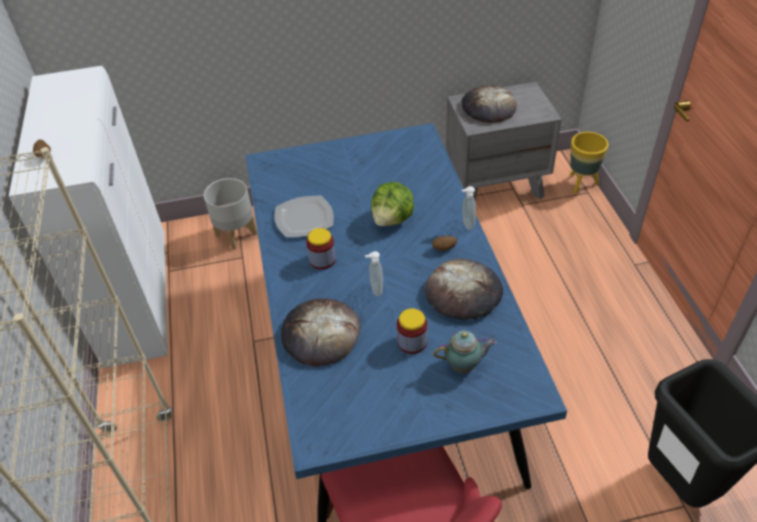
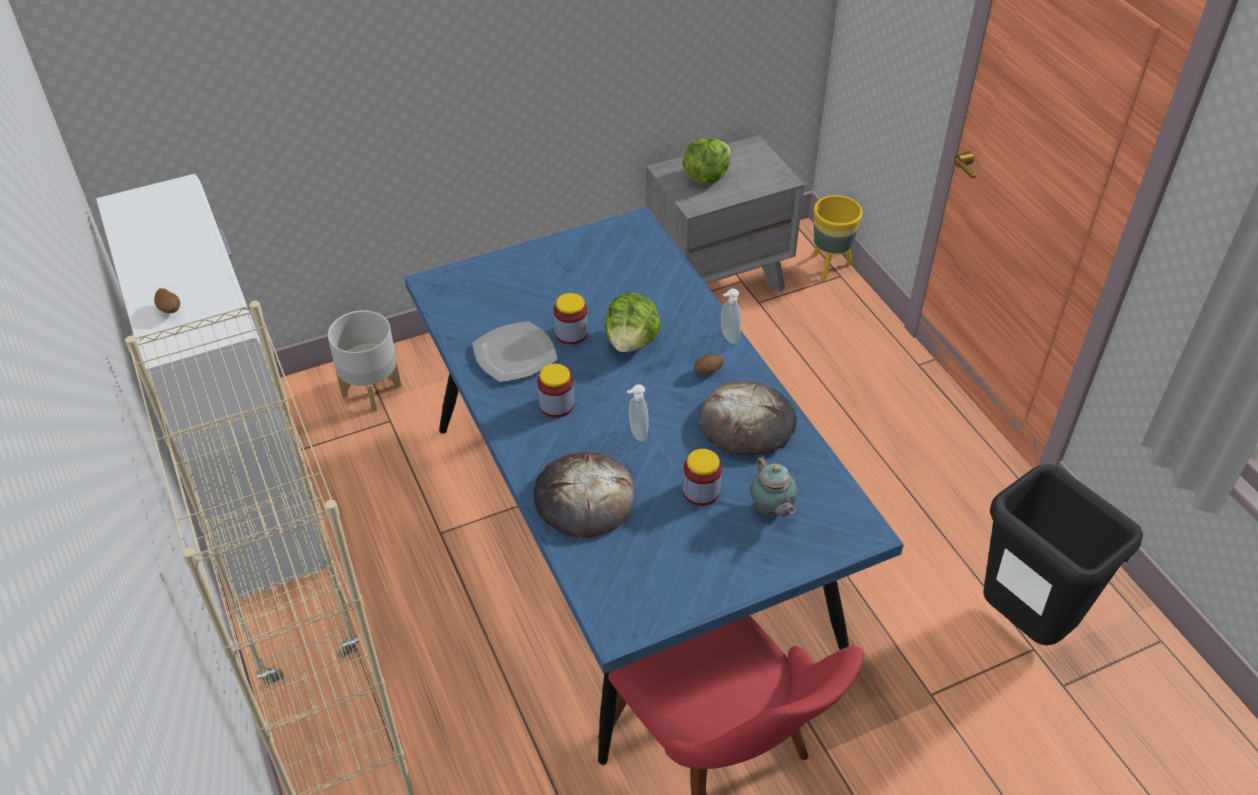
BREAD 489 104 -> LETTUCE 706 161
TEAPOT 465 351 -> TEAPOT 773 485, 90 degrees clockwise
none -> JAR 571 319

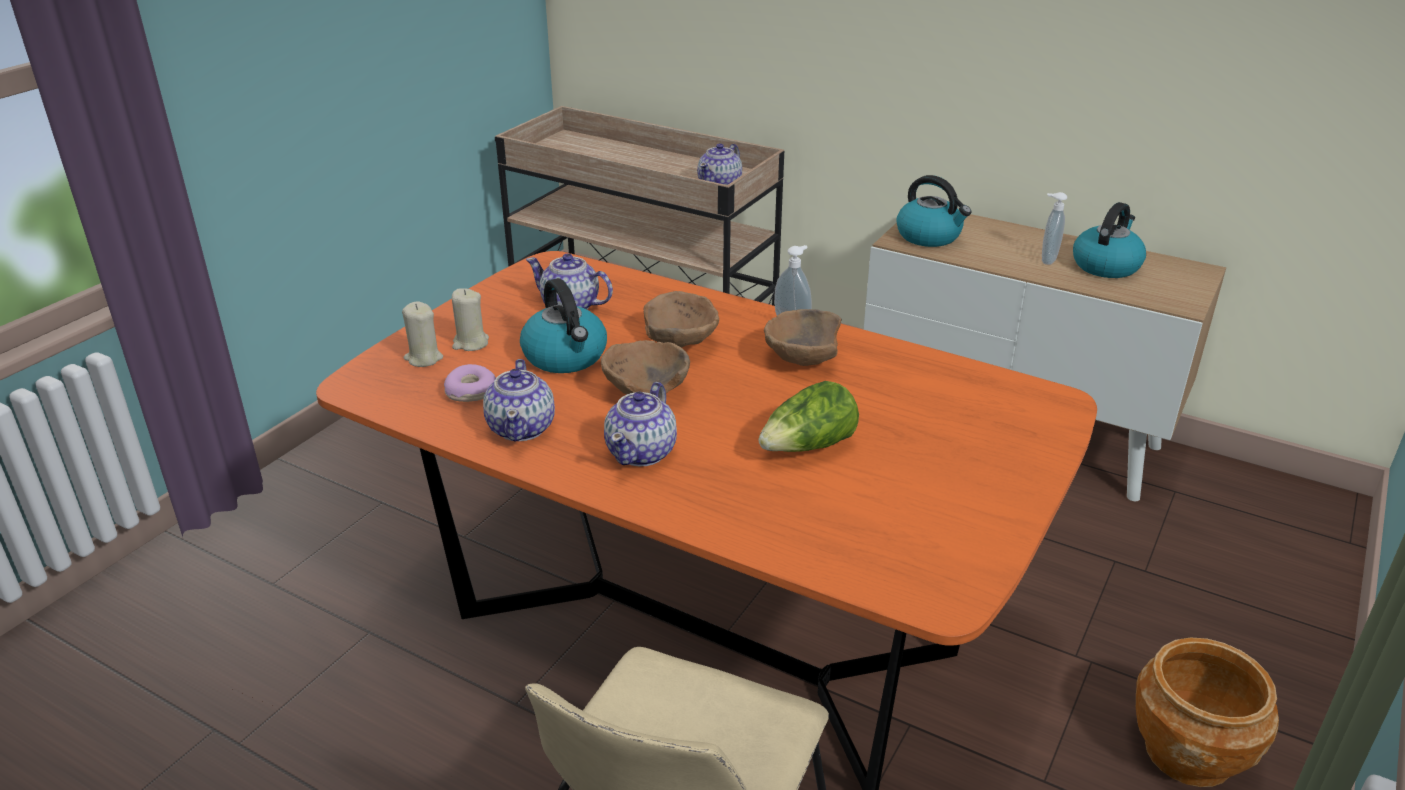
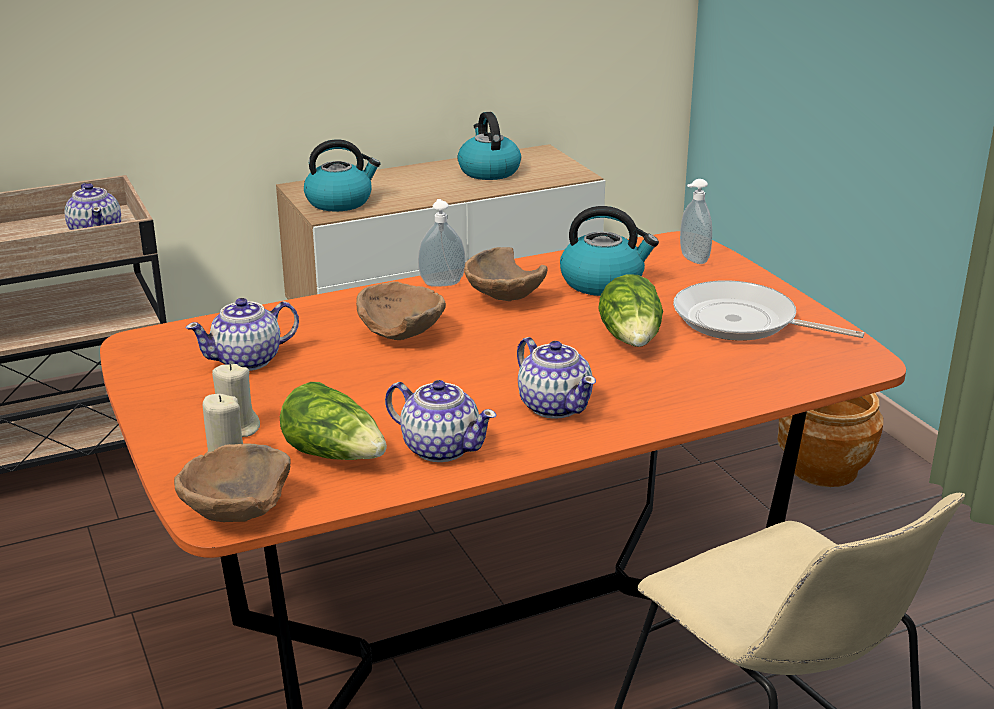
SOAP DISPENSER 1054 228 -> SOAP DISPENSER 696 221, relocated
KETTLE 563 325 -> KETTLE 609 251, relocated
BROWN BOWL 645 369 -> BROWN BOWL 232 482, relocated
DONUT 470 383 -> LETTUCE 333 421
none -> FRYING PAN 768 310

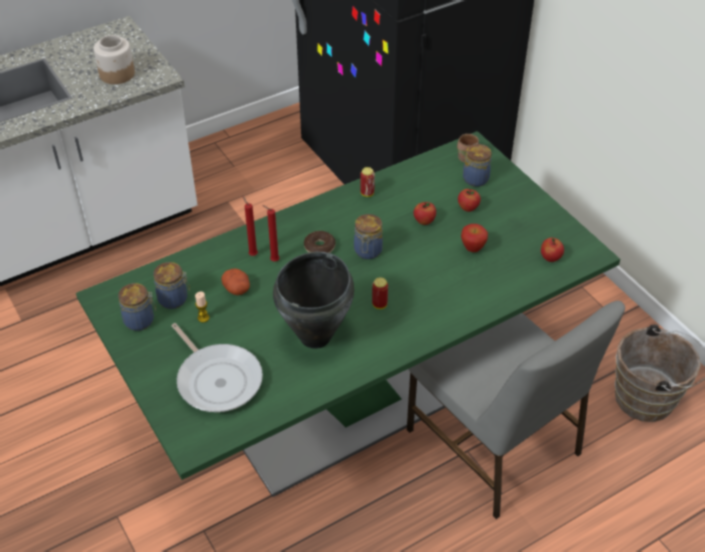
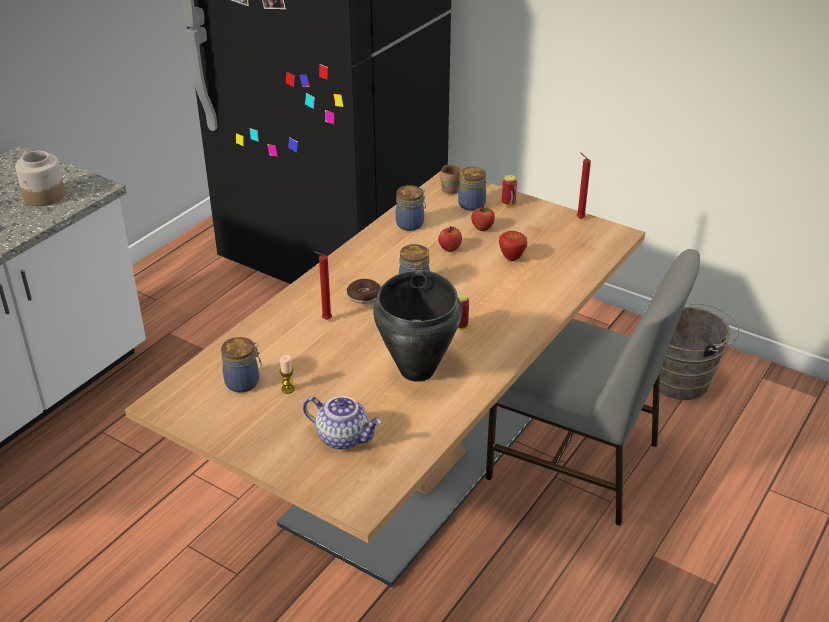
GREEN DINING TABLE 348 314 -> BEIGE DINING TABLE 385 379
CAN 367 182 -> CAN 509 191, relocated
RED CANDLE 250 226 -> RED CANDLE 584 185, relocated
APPLE 552 249 -> none
POTATO 235 281 -> none
JAR 137 307 -> JAR 411 208, relocated
FRYING PAN 217 367 -> TEAPOT 342 423

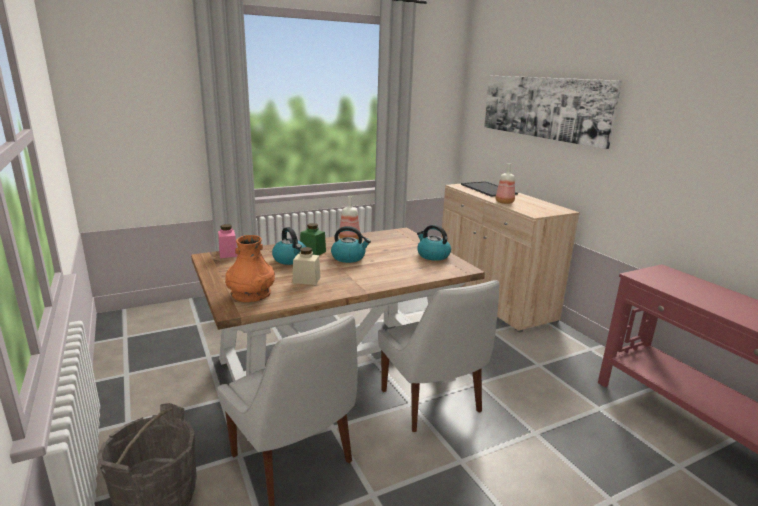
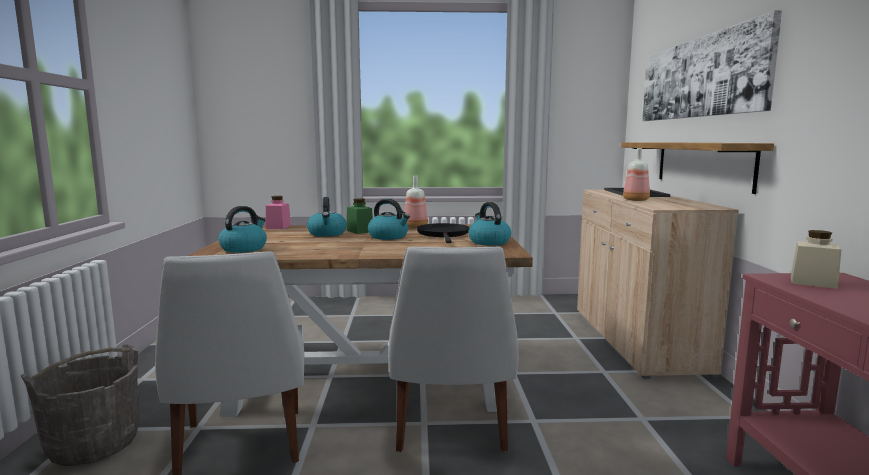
ORANGE VASE 250 268 -> KETTLE 242 229
BEIGE JAR 307 266 -> BEIGE JAR 816 259, relocated
none -> SHELF 697 168
none -> BLACK FRYING PAN 443 233

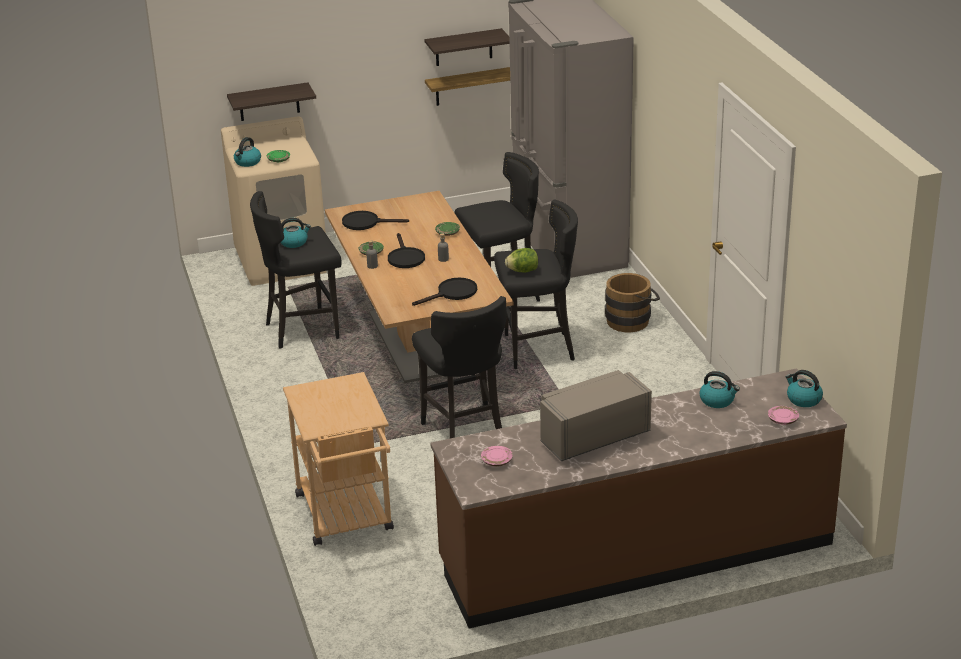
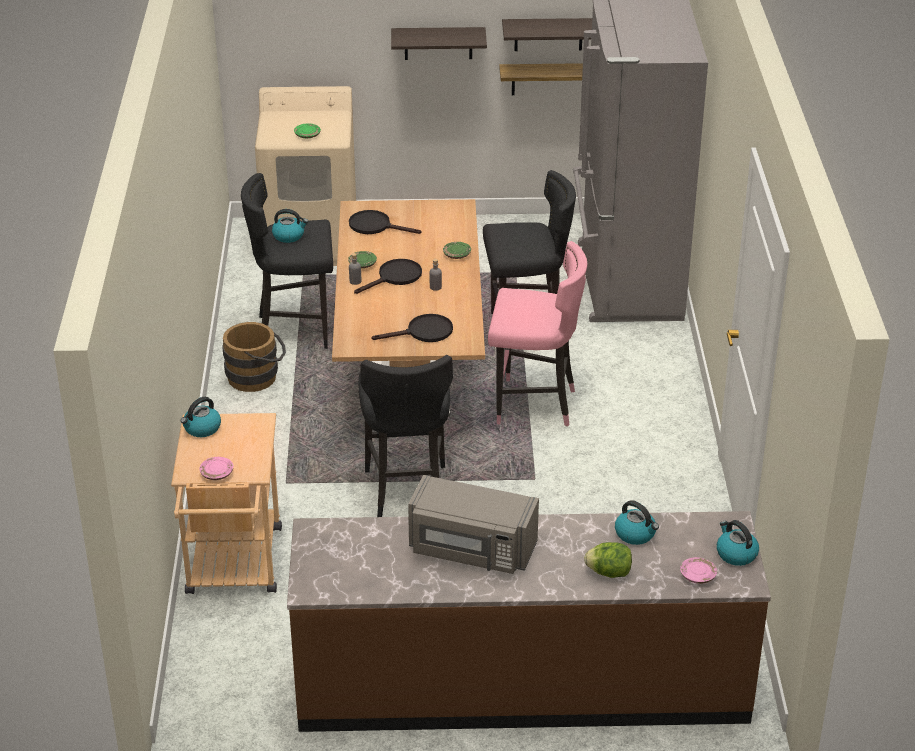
SHELF 271 101 -> SHELF 439 43, relocated
KETTLE 247 152 -> KETTLE 201 417, relocated
BLACK STOOL 536 284 -> PINK STOOL 537 334
BLACK FRYING PAN 406 250 -> BLACK FRYING PAN 388 276, 135 degrees counterclockwise
LETTUCE 521 260 -> LETTUCE 608 560, relocated
BROWN BUCKET 632 302 -> BROWN BUCKET 254 357, relocated
GREY MICROWAVE 596 415 -> GREY MICROWAVE 473 524, 150 degrees counterclockwise
PINK PLATE 497 456 -> PINK PLATE 216 468, relocated

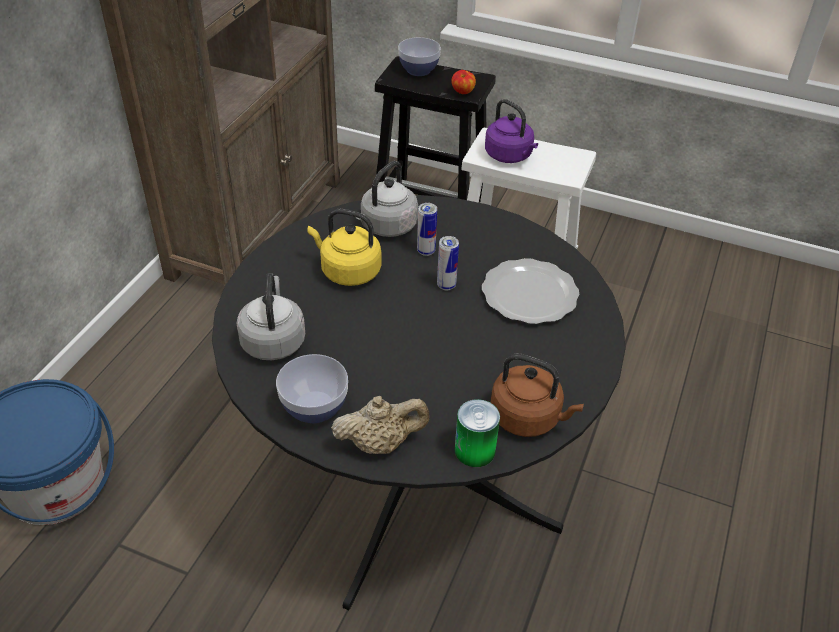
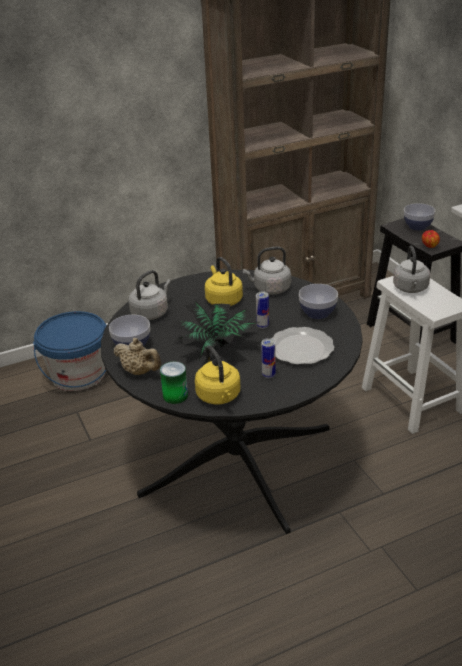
PURPLE KETTLE 511 131 -> GREY KETTLE 411 269
CAN 427 229 -> CAN 268 358, relocated
BROWN KETTLE 537 395 -> YELLOW KETTLE 217 375
none -> BOWL 318 301
none -> POTTED PLANT 215 330

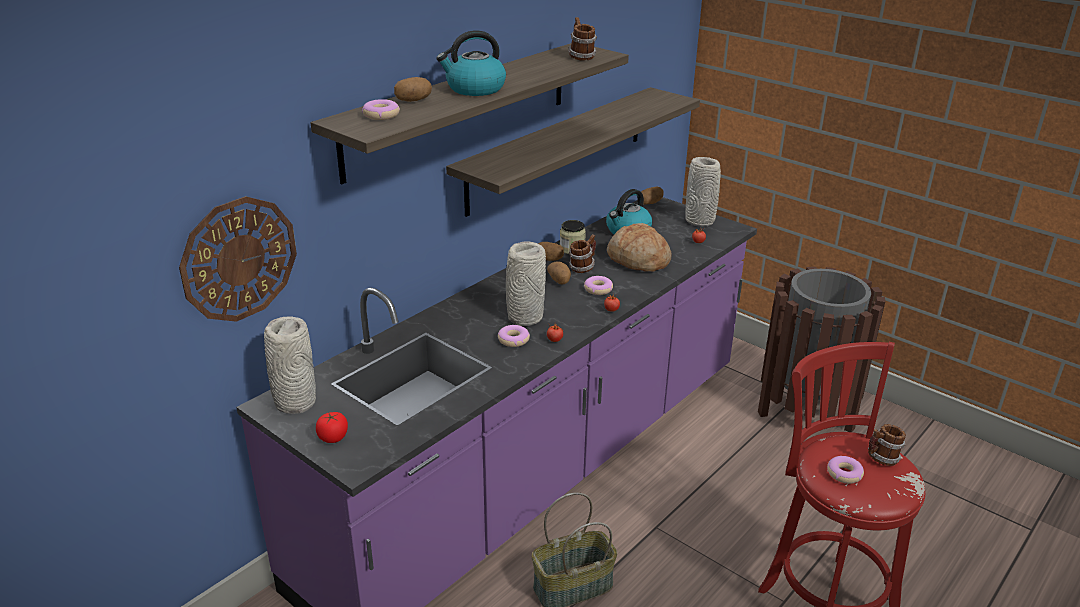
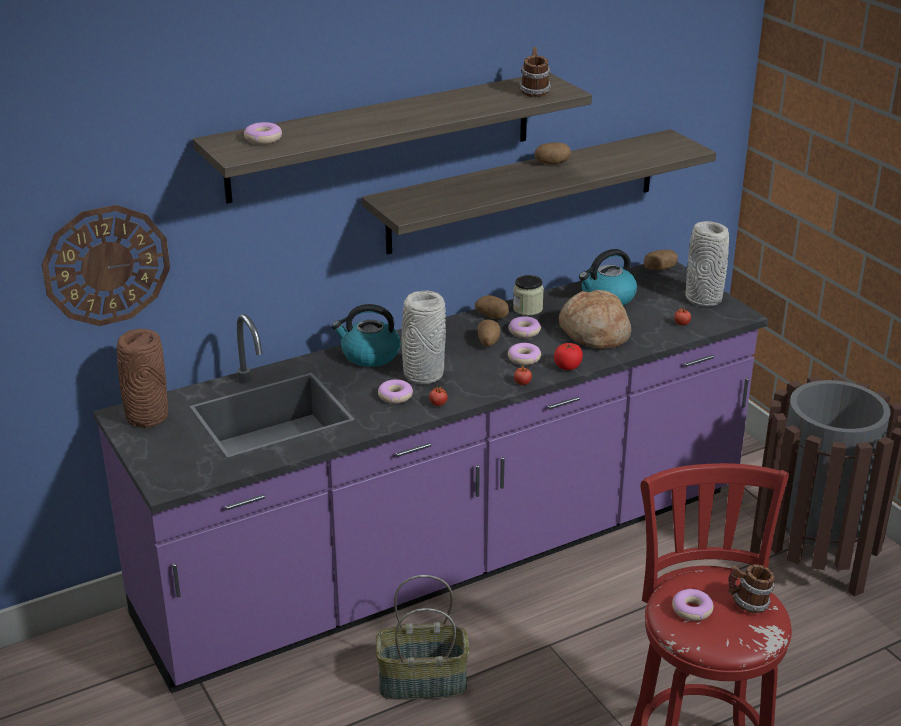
KETTLE 471 63 -> KETTLE 366 335, relocated
POTATO 413 89 -> POTATO 553 153, relocated
MUG 582 253 -> DONUT 525 327
GREY VASE 290 365 -> BROWN VASE 142 378
TOMATO 332 427 -> TOMATO 568 356, relocated

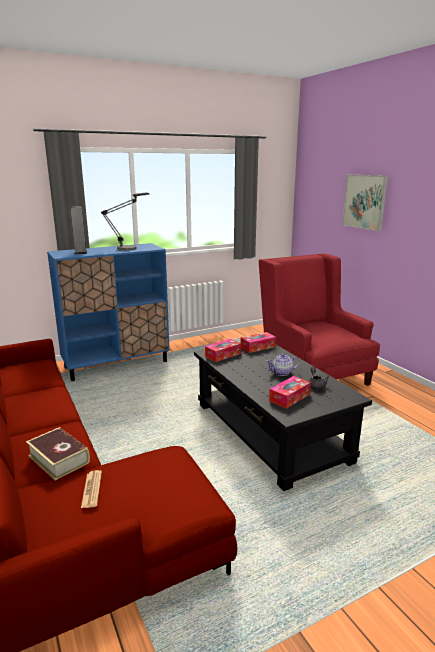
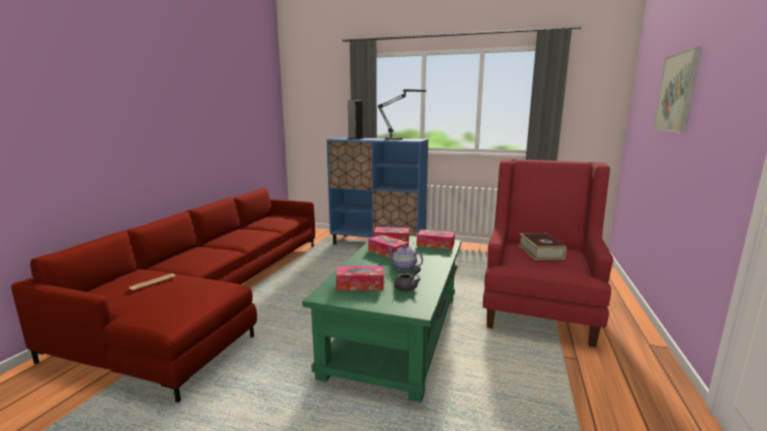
BLACK COFFEE TABLE 283 416 -> GREEN COFFEE TABLE 381 319
BOOK 58 453 -> BOOK 542 246, relocated
none -> TISSUE BOX 388 246

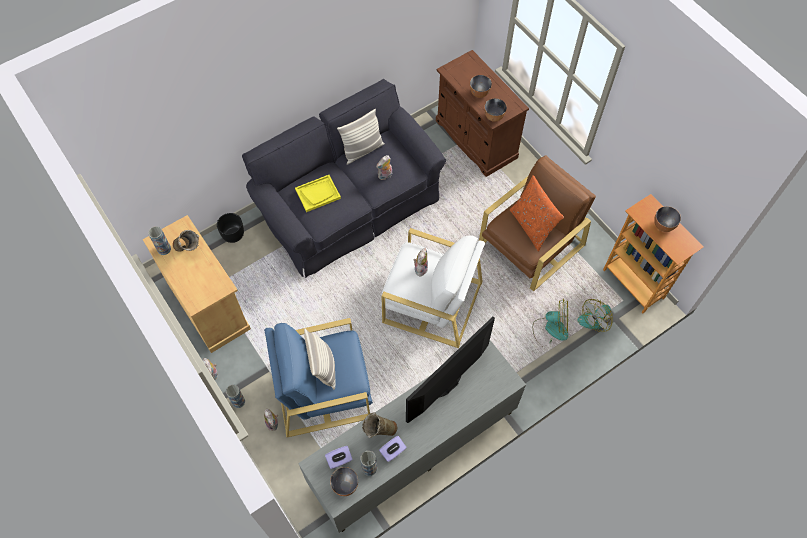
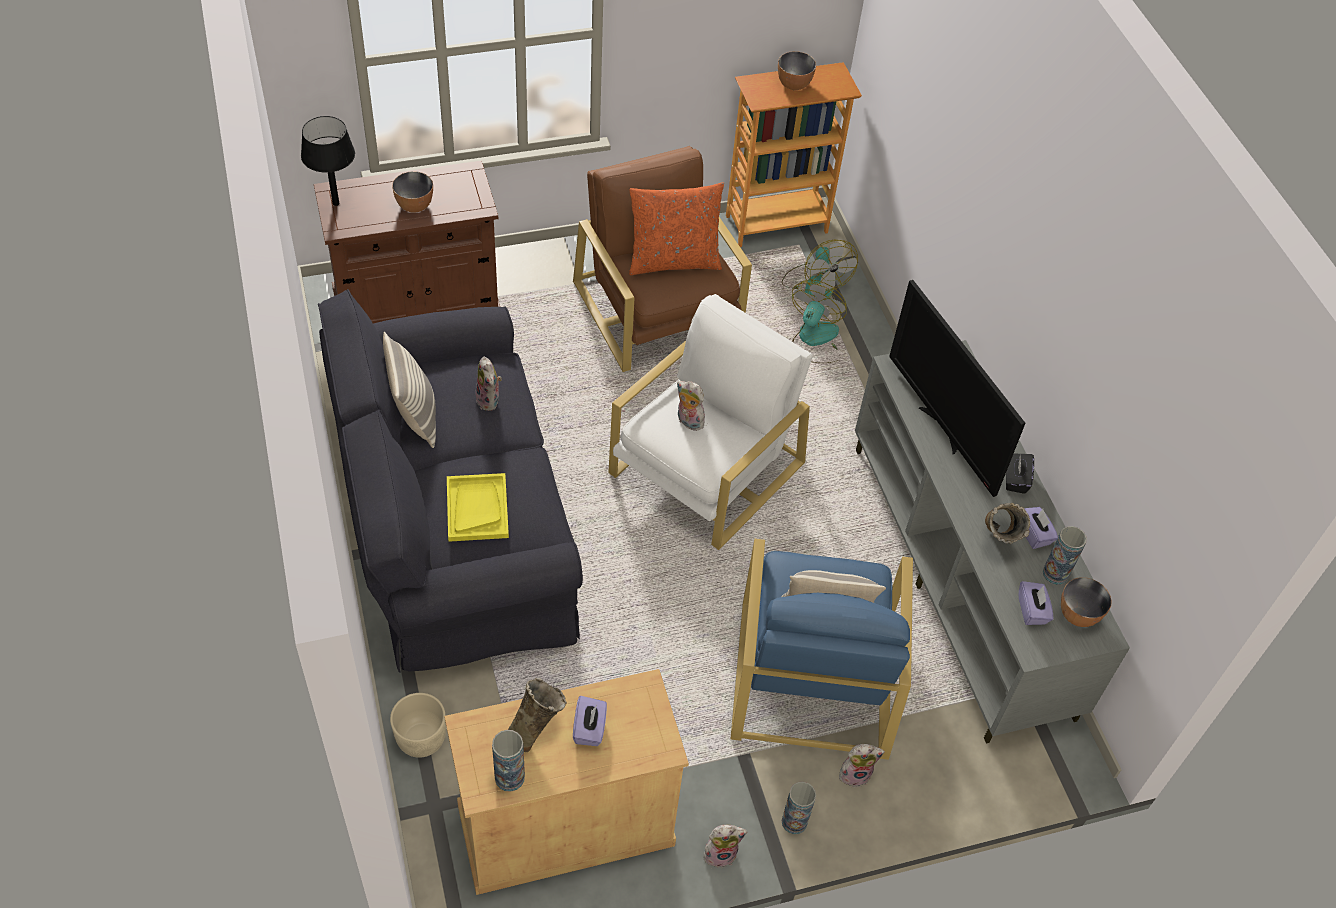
BOWL 495 110 -> none
BLACK PLANTER 230 228 -> BEIGE PLANTER 418 725
none -> BLACK TABLE LAMP 328 161
none -> BLACK TISSUE BOX 1020 474
none -> PURPLE TISSUE BOX 590 721

